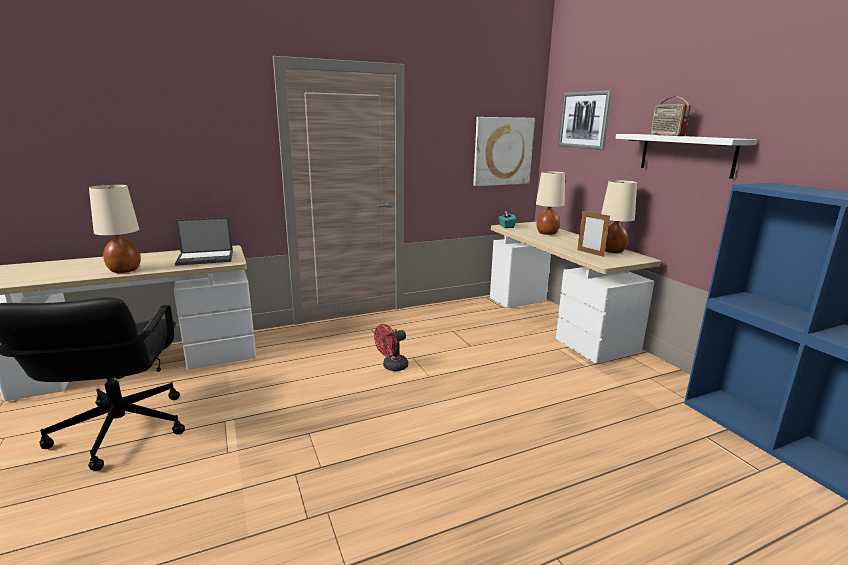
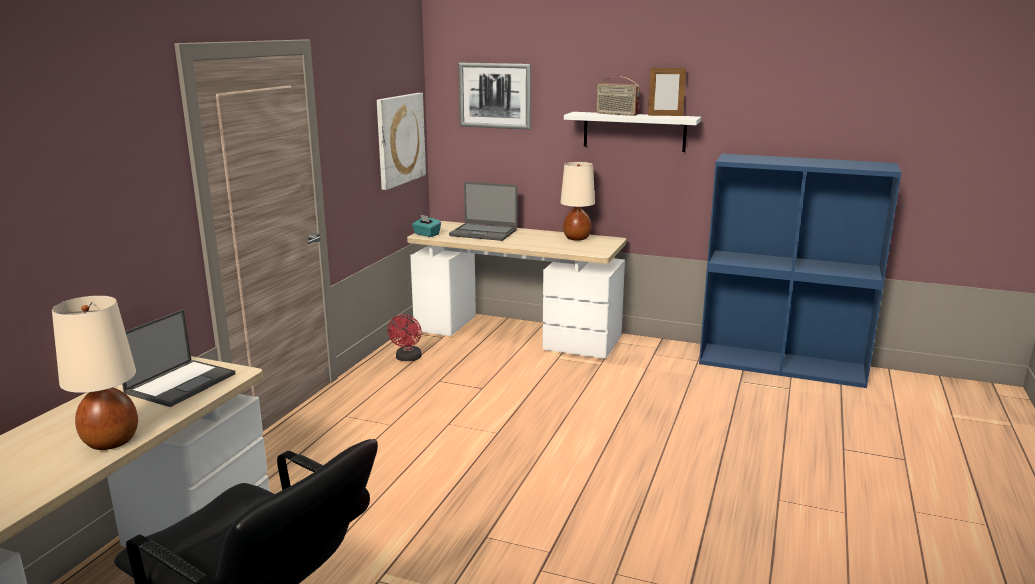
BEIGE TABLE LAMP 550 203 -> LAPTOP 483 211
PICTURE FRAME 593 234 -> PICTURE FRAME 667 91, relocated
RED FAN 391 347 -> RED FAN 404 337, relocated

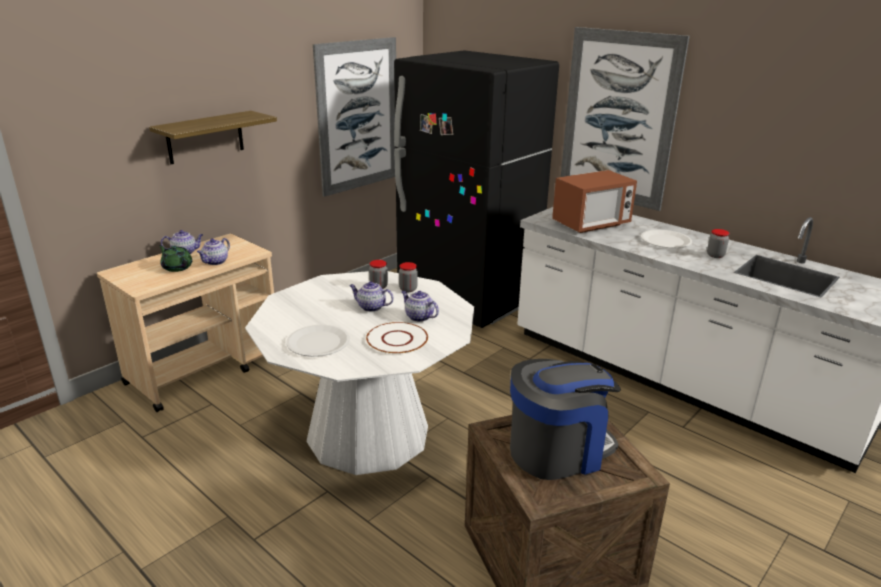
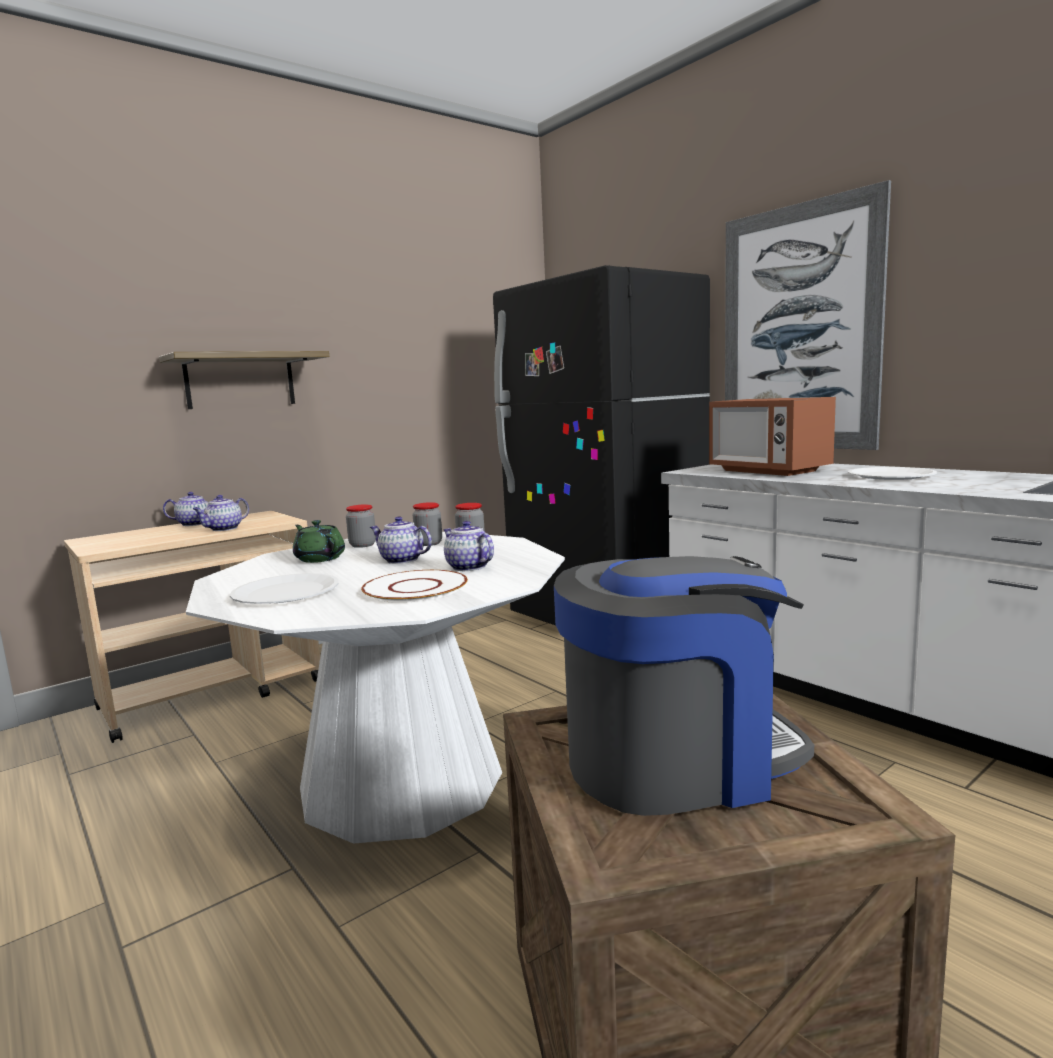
PICTURE 354 117 -> none
MICROWAVE 594 201 -> MICROWAVE 772 436, 75 degrees clockwise
JAR 718 243 -> JAR 361 526, relocated
GREEN TEAPOT 175 258 -> GREEN TEAPOT 319 541, relocated

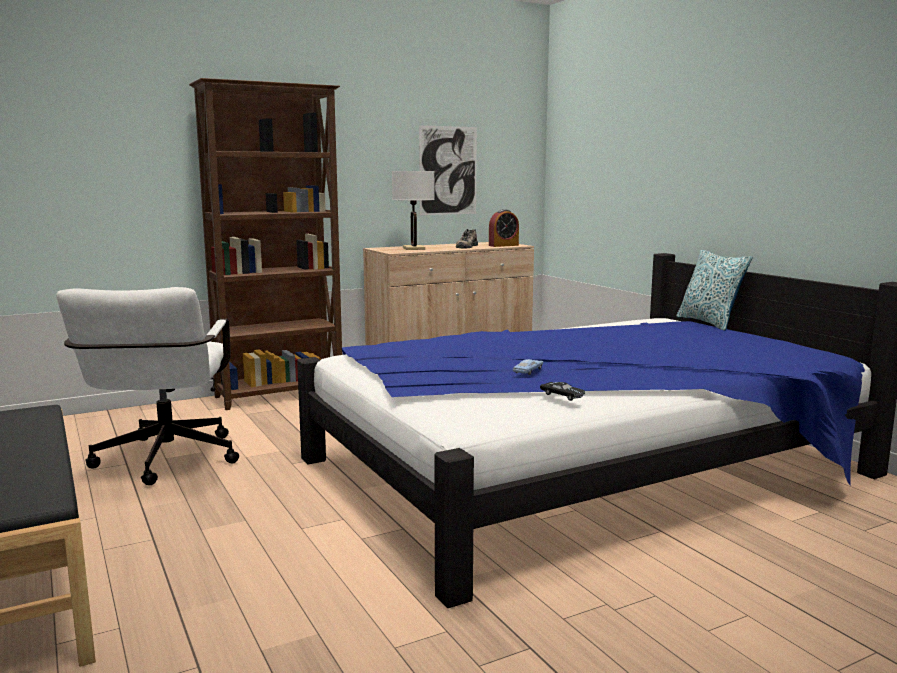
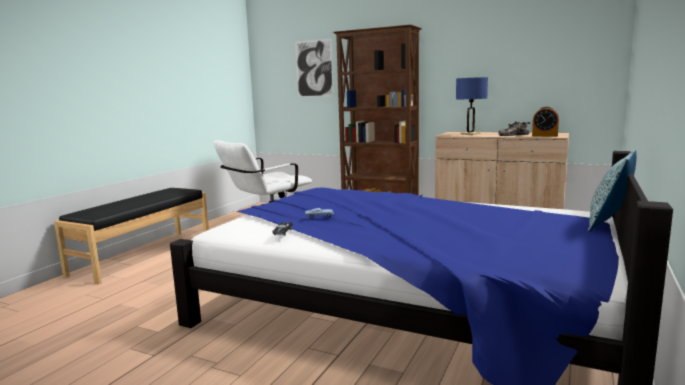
PICTURE 448 170 -> PICTURE 314 68, relocated
WHITE TABLE LAMP 413 210 -> BLUE TABLE LAMP 472 106

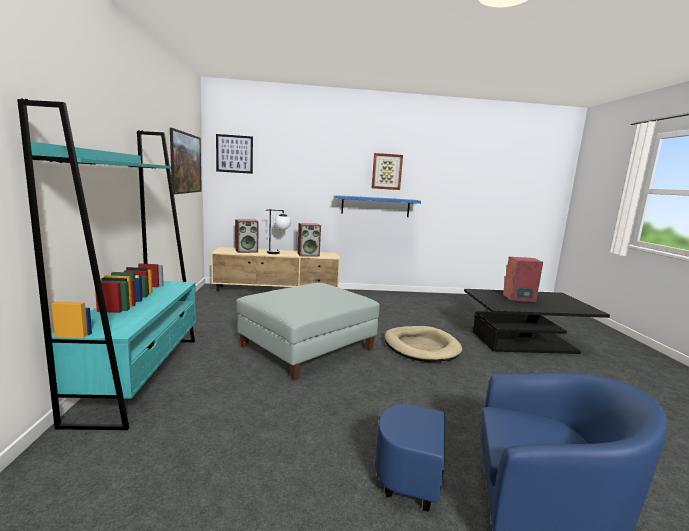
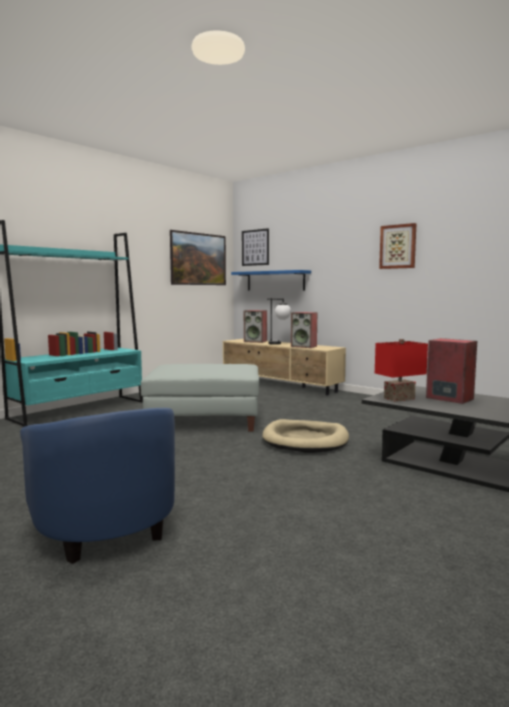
BLUE SHELF 378 206 -> BLUE SHELF 271 280, relocated
none -> RED TABLE LAMP 401 370

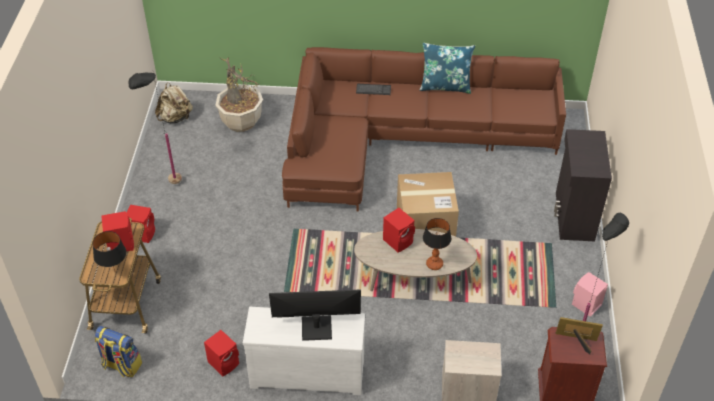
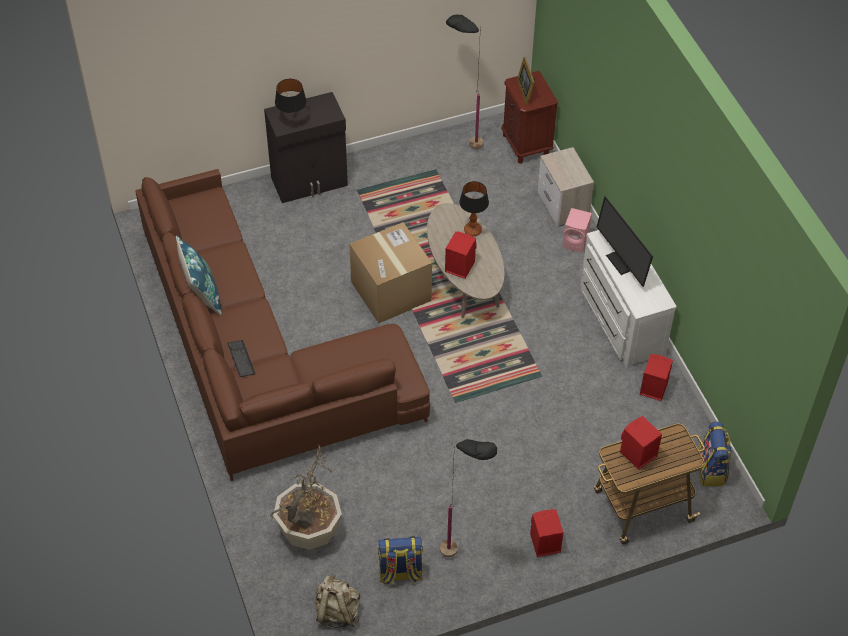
BLACK TABLE LAMP 110 251 -> BLACK TABLE LAMP 291 101, relocated
PINK SPEAKER 590 294 -> PINK SPEAKER 577 230, relocated
none -> BACKPACK 400 560

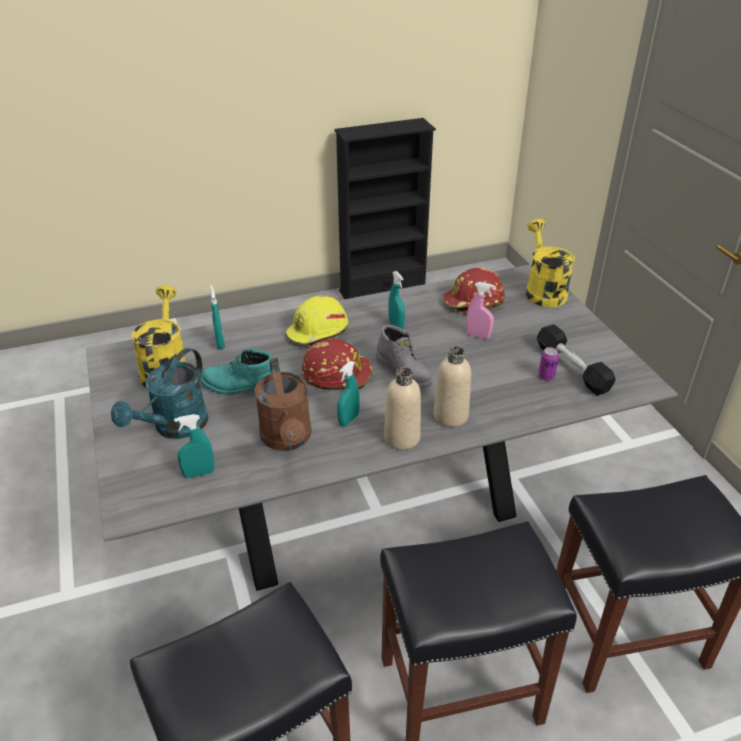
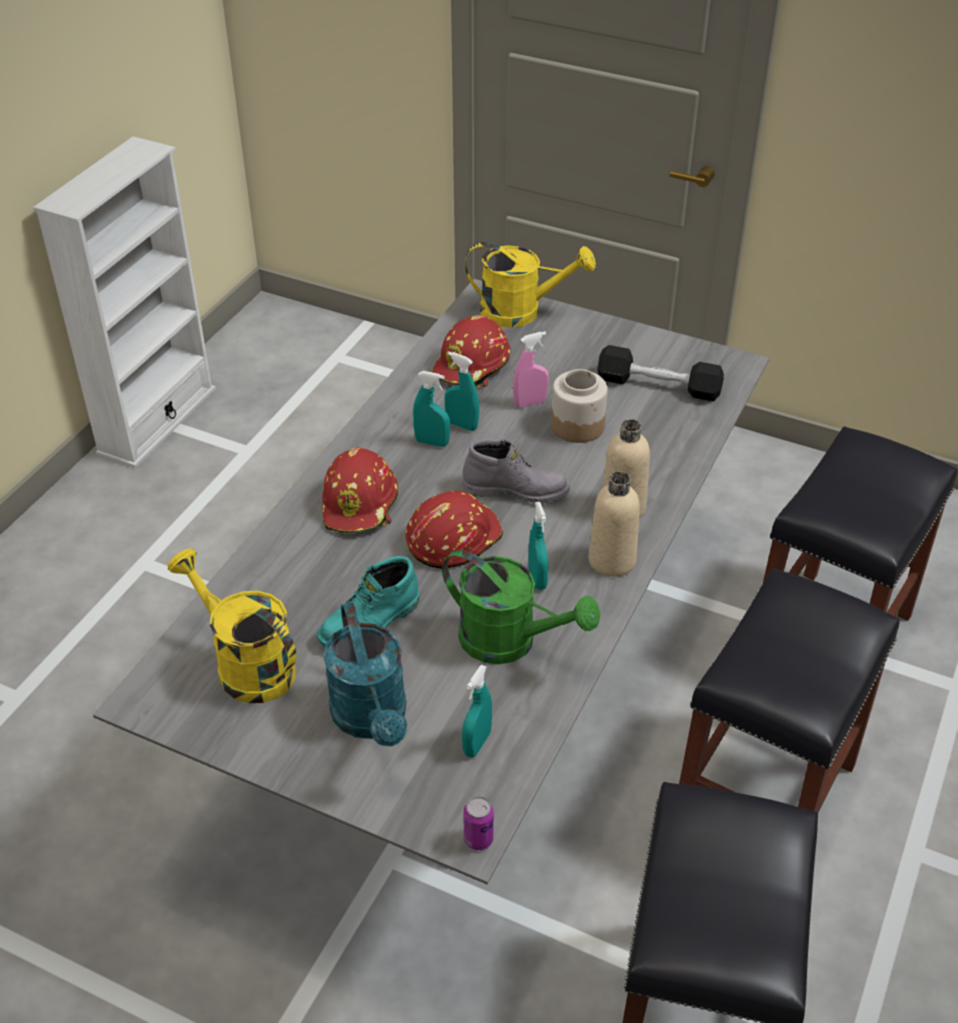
BLACK BOOKCASE 385 208 -> WHITE BOOKCASE 124 302
YELLOW WATERING CAN 550 263 -> YELLOW WATERING CAN 530 285, 150 degrees clockwise
TURQUOISE SPRAY BOTTLE 217 317 -> TURQUOISE SPRAY BOTTLE 462 391, relocated
YELLOW HARD HAT 316 321 -> RED HARD HAT 360 490
CAN 548 364 -> CAN 478 823, relocated
BROWN WATERING CAN 283 404 -> GREEN WATERING CAN 521 606
none -> JAR 579 406

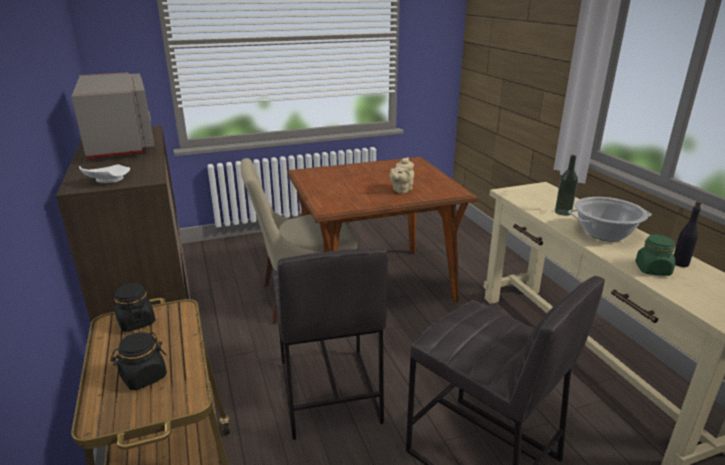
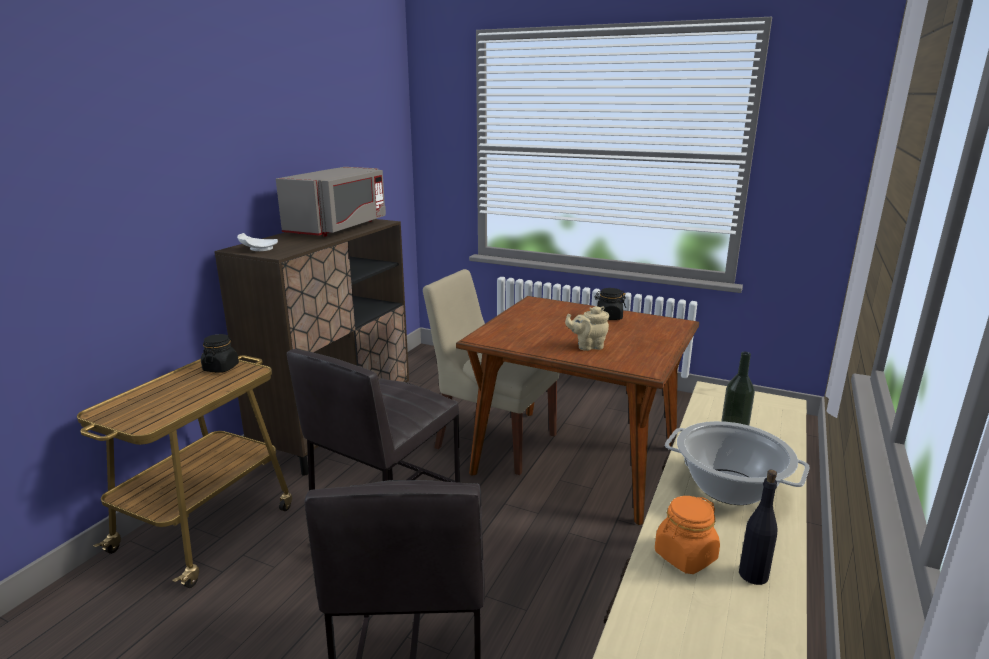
GREEN JAR 655 255 -> ORANGE JAR 687 535
BLACK JAR 138 361 -> BLACK JAR 610 304, relocated

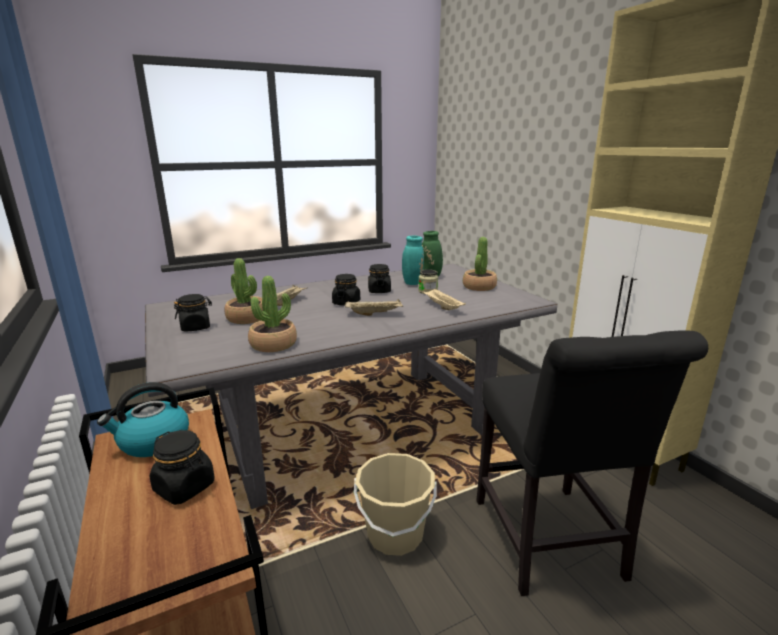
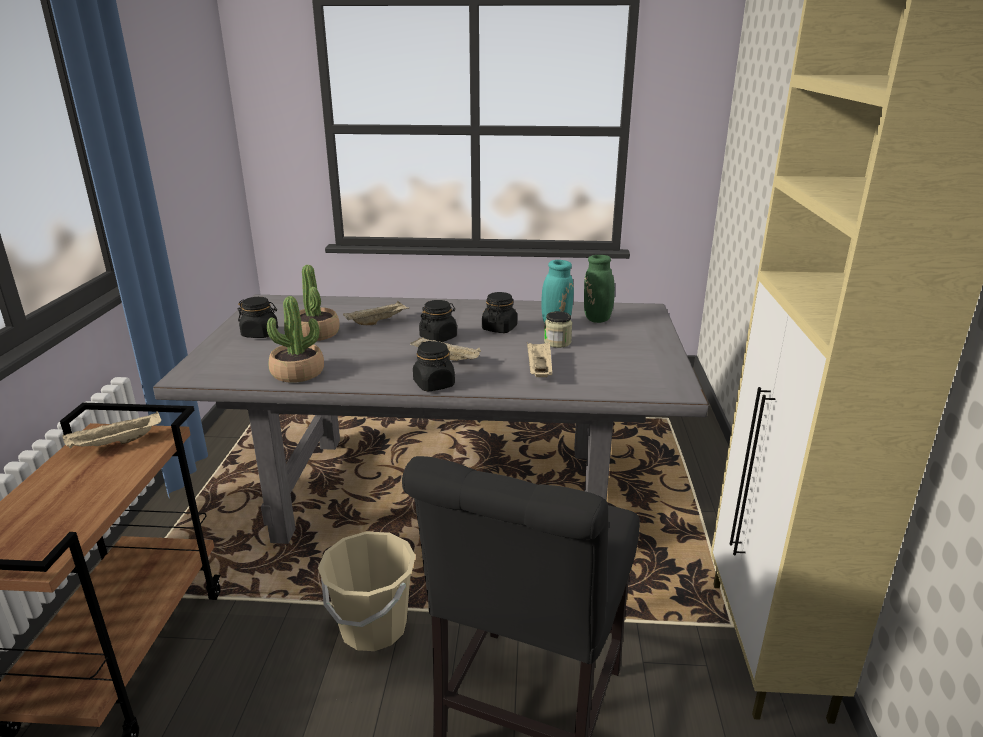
POTTED PLANT 480 264 -> none
KETTLE 143 419 -> BEIGE TRAY 111 429
BLACK JAR 182 467 -> BLACK JAR 434 366, relocated

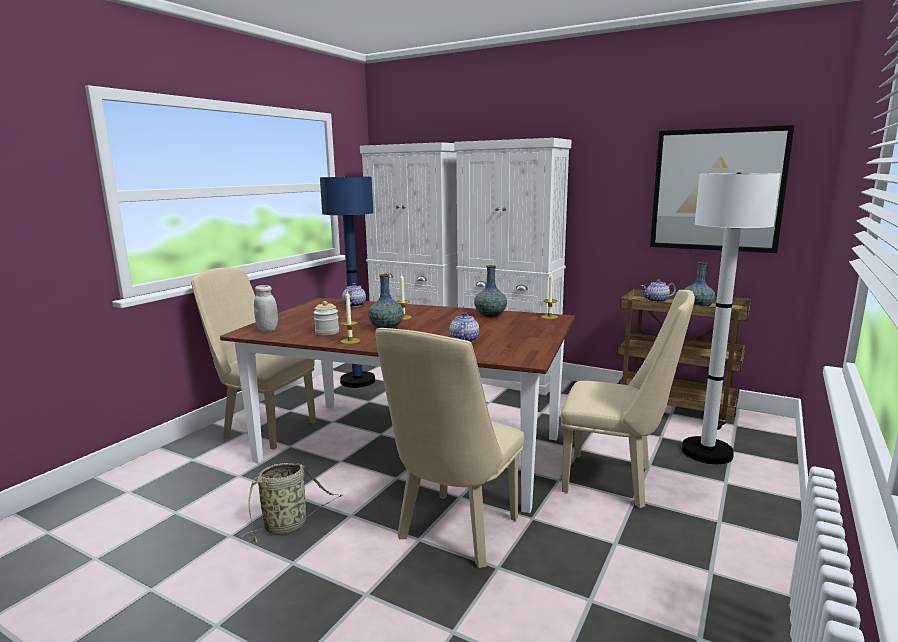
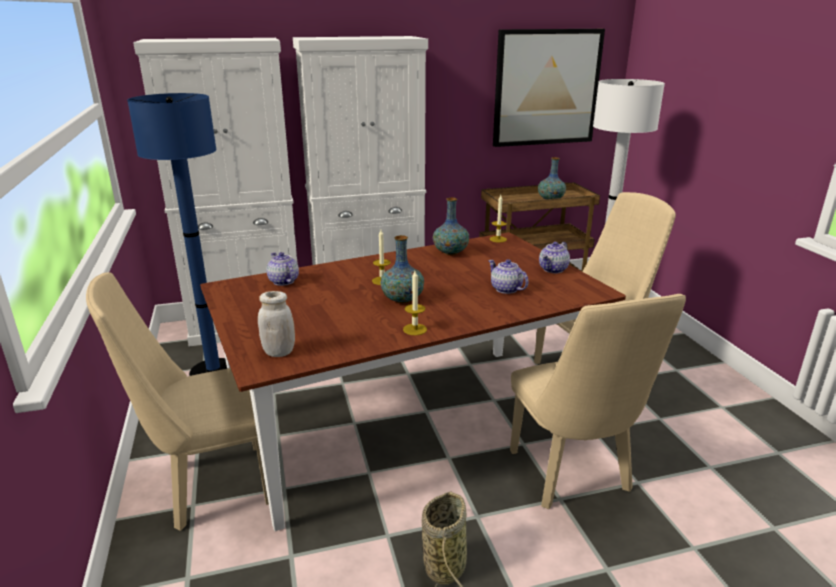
TEAPOT 658 290 -> TEAPOT 554 257, relocated
JAR 326 318 -> none

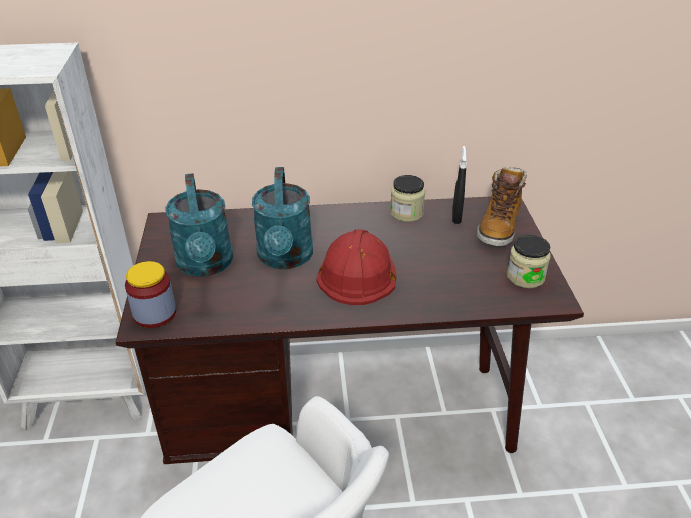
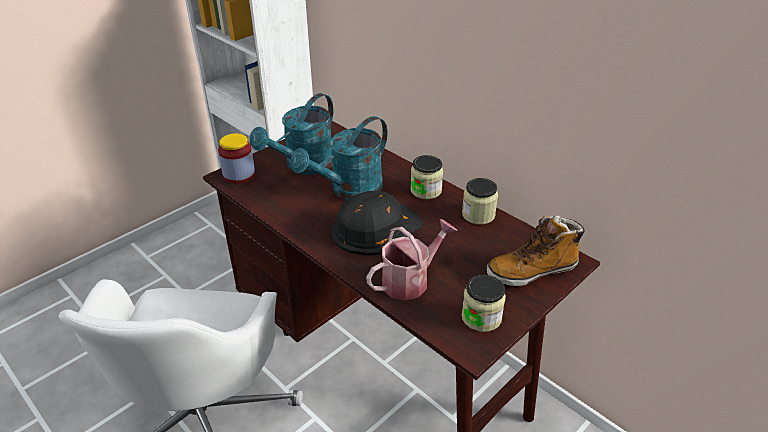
BLACK SPRAY BOTTLE 459 185 -> none
RED HARD HAT 356 267 -> BLACK HARD HAT 377 223
none -> JAR 426 177
none -> WATERING CAN 411 260

